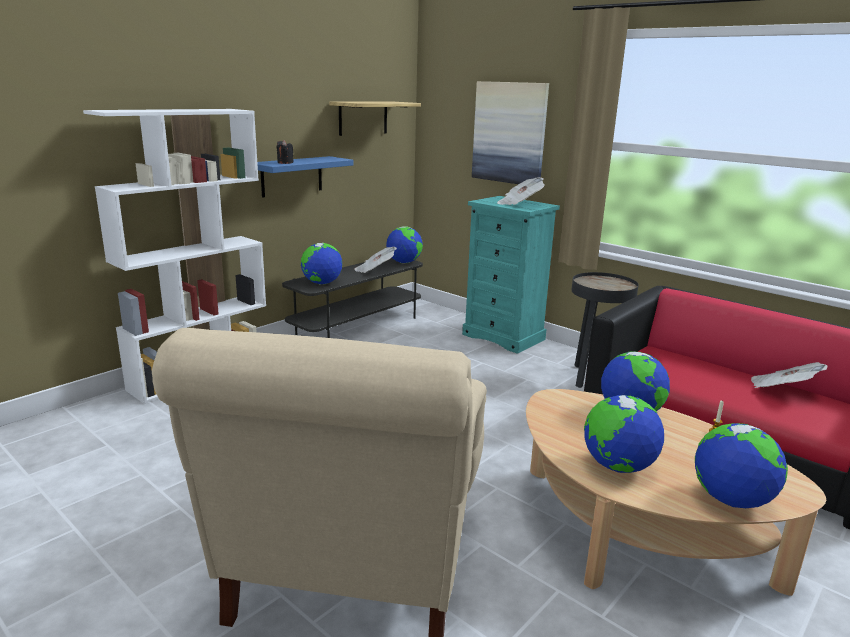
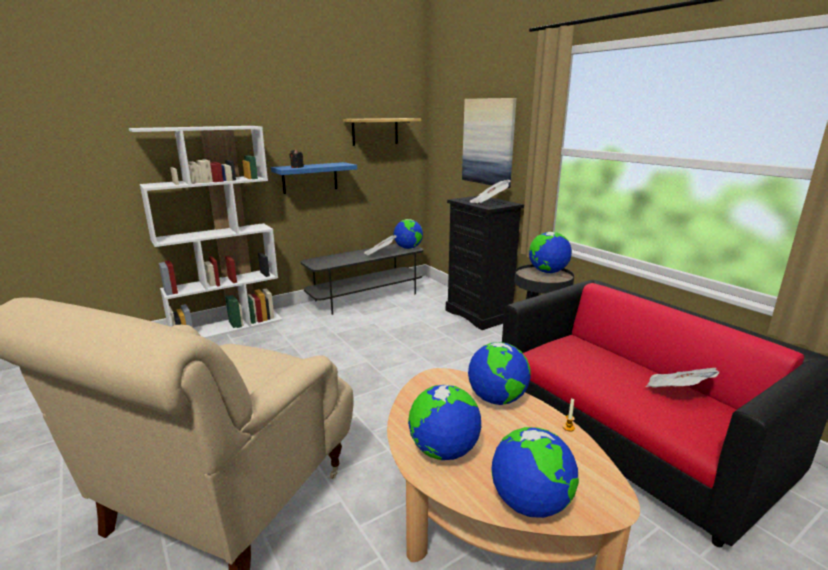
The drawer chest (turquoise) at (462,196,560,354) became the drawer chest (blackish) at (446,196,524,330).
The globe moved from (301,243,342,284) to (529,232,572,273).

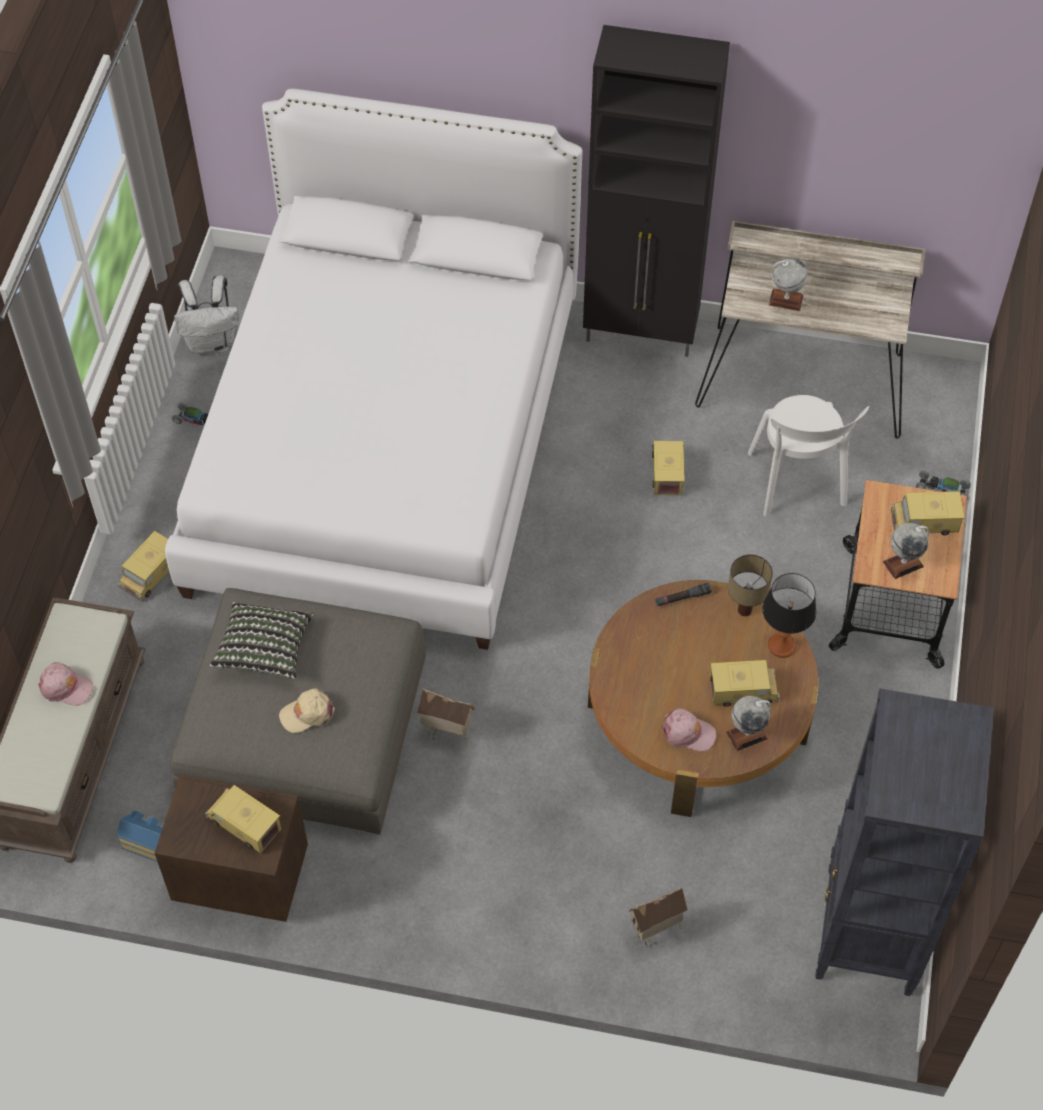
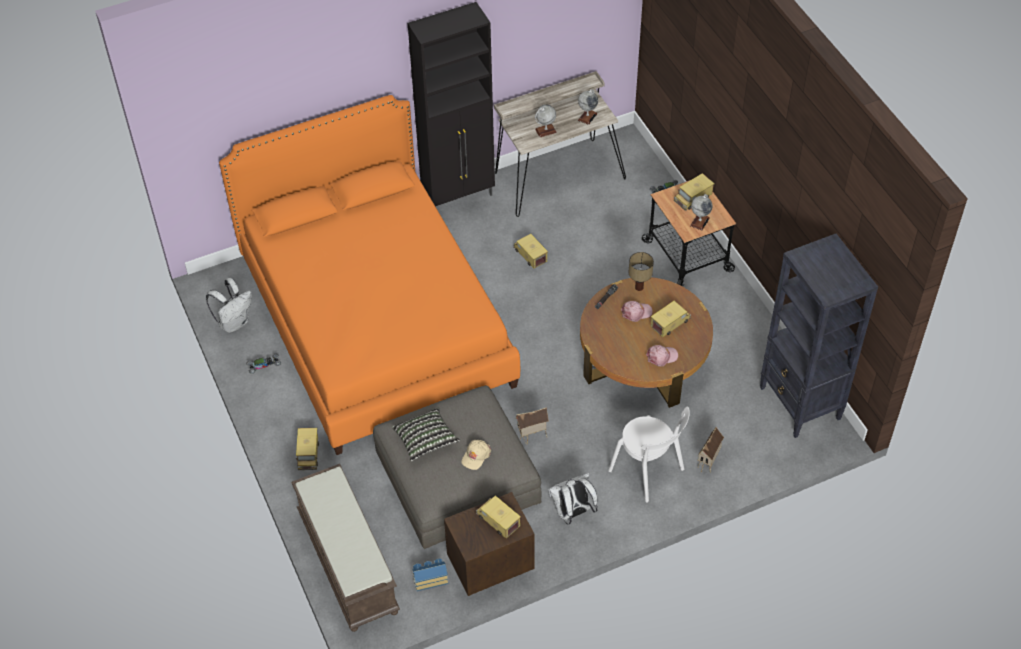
The sleeping bed (white) at (165,88,582,650) became the sleeping bed (orangey) at (219,95,520,455).
The chair (white) moved from (748,395,869,516) to (608,407,690,503).
The table lamp at (763,573,816,658) disappeared.
The cap (pinkish) moved from (38,662,94,706) to (621,301,653,322).
The globe moved from (726,696,772,751) to (578,89,598,125).
The toy truck at (205,785,281,853) turned 45 degrees clockwise.
The backpack (white) at (548,473,598,525) appeared.

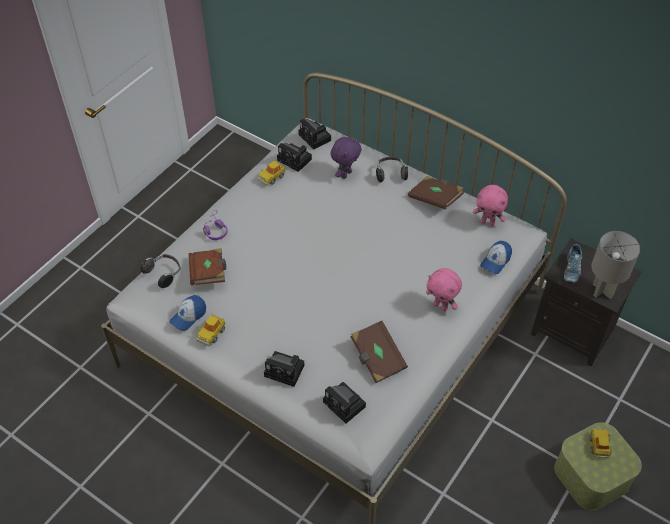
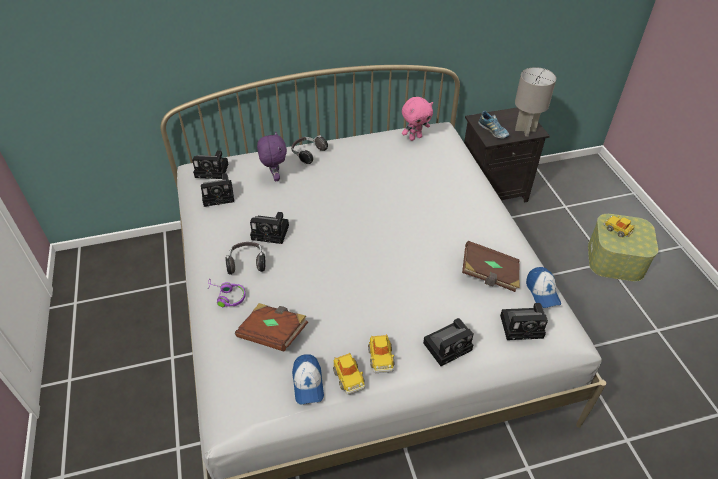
The toy car moved from (258,161,285,186) to (368,334,394,373).
The book (brownish) at (408,176,464,209) disappeared.
The cap moved from (480,241,512,274) to (526,267,561,308).
The headset moved from (140,254,180,288) to (225,242,265,275).
The soft toy (pinkish) at (426,268,462,311) disappeared.
The photo camera at (250,212,289,244) appeared.

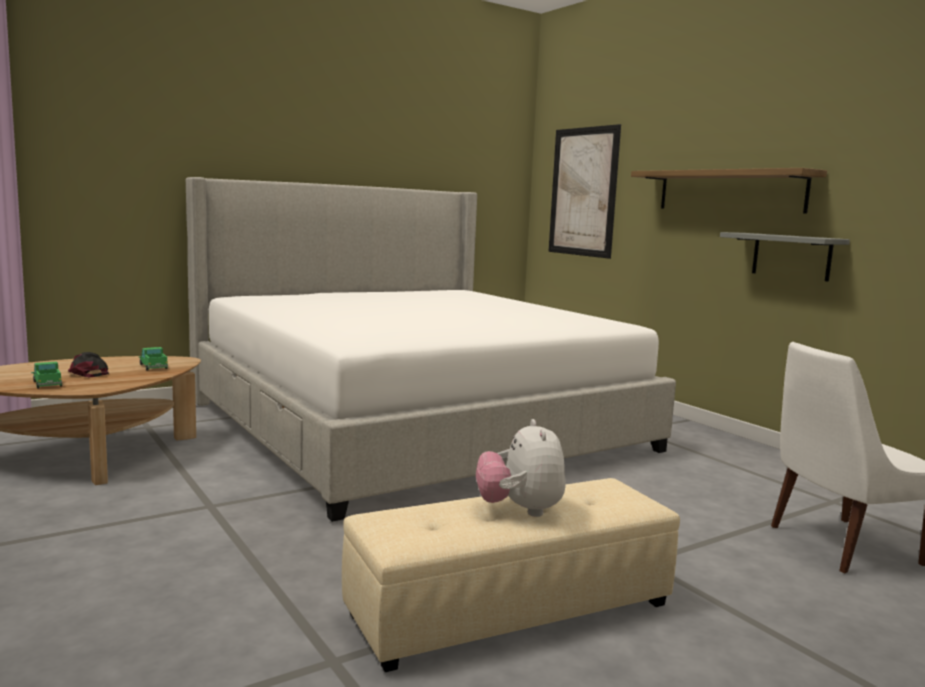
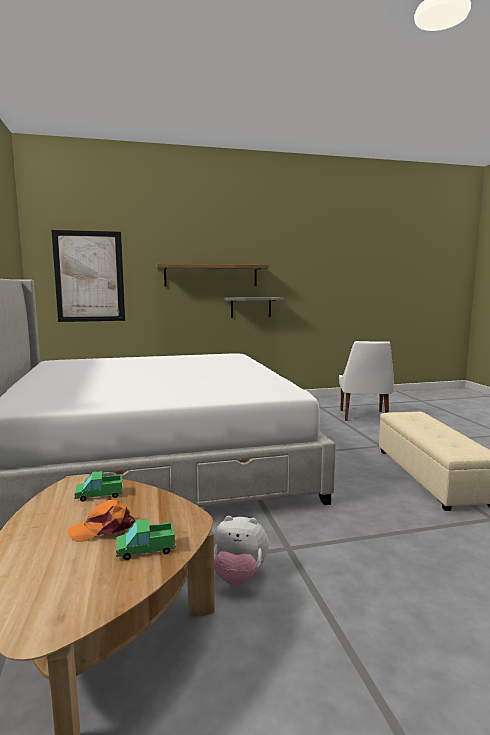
The cap (blackish) at (68,352,109,377) became the cap (orangey) at (67,499,135,542).
The soft toy moved from (476,419,566,517) to (214,516,269,585).

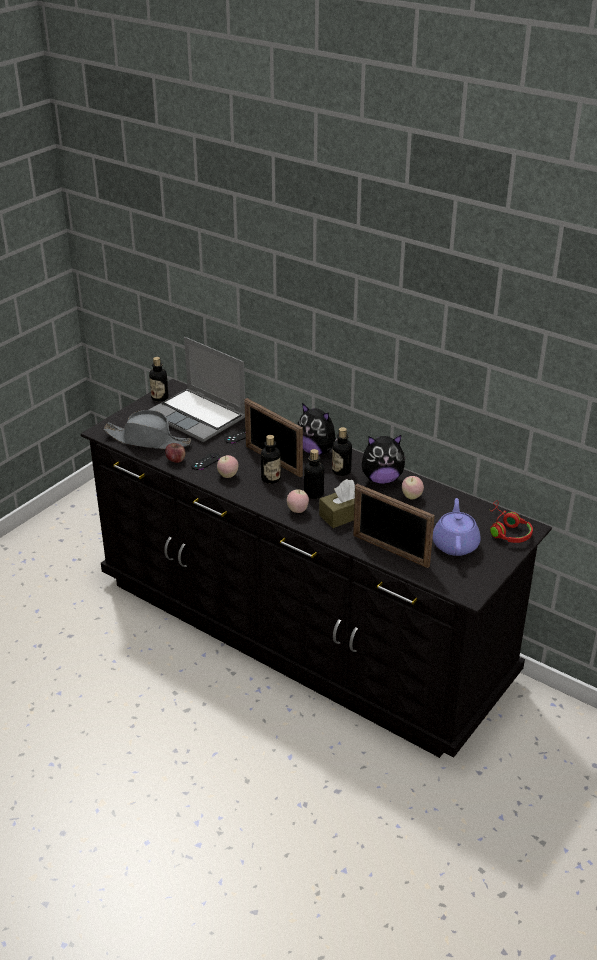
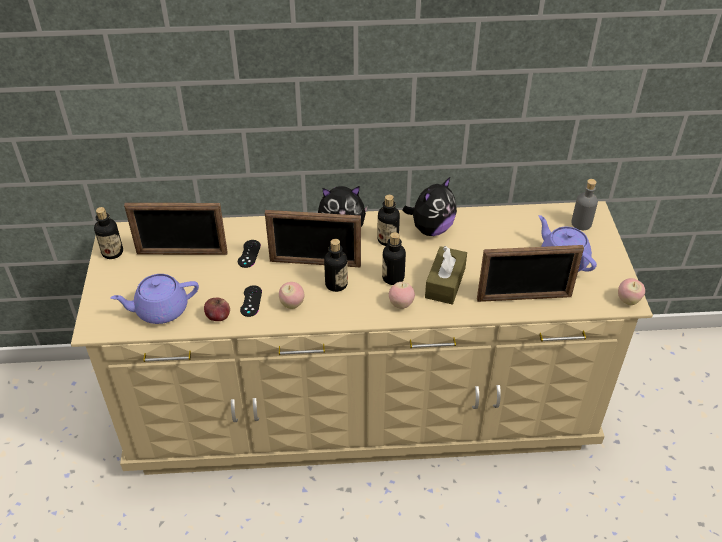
The notebook computer at (149,337,245,442) was replaced by the picture frame at (124,203,228,255).
The drawer chest (blackish) at (81,379,552,758) became the drawer chest (beige-coloured) at (71,201,653,475).
The wearable hat (grey) at (103,410,191,449) was replaced by the teapot (purple-coloured) at (110,274,199,324).
The apple moved from (402,476,424,499) to (618,278,645,305).
The headset (red-coloured) at (490,500,533,543) was replaced by the drink bottle (grey) at (571,179,598,230).

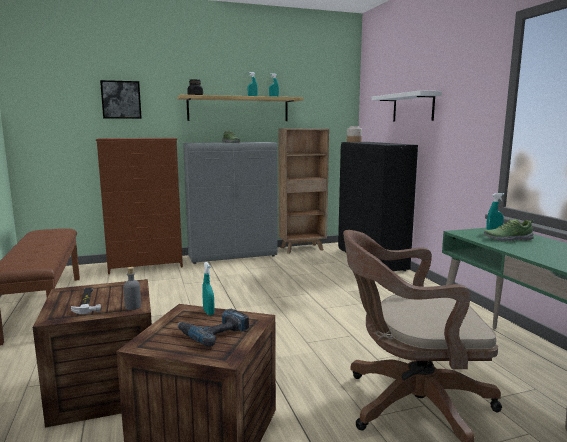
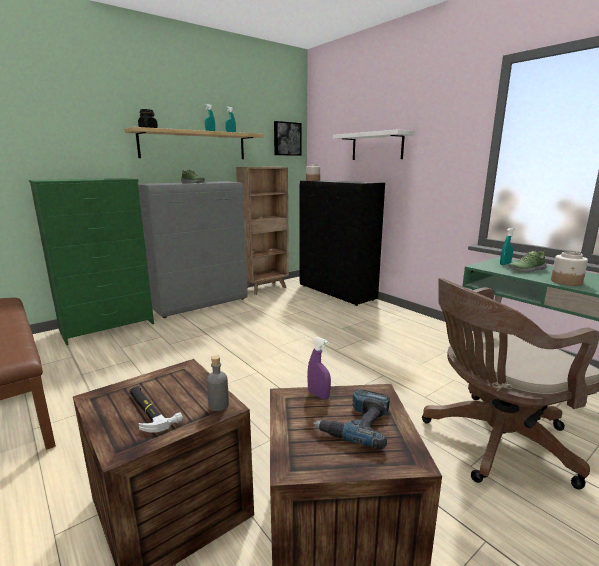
The wall art moved from (100,80,142,119) to (274,121,302,156).
The drawer chest (brownish) at (96,138,183,274) became the drawer chest (greenish) at (29,178,154,345).
The hand sprayer (turquoise) at (202,262,215,315) became the hand sprayer (purple-coloured) at (307,336,331,399).
The storage jar at (551,252,588,286) appeared.

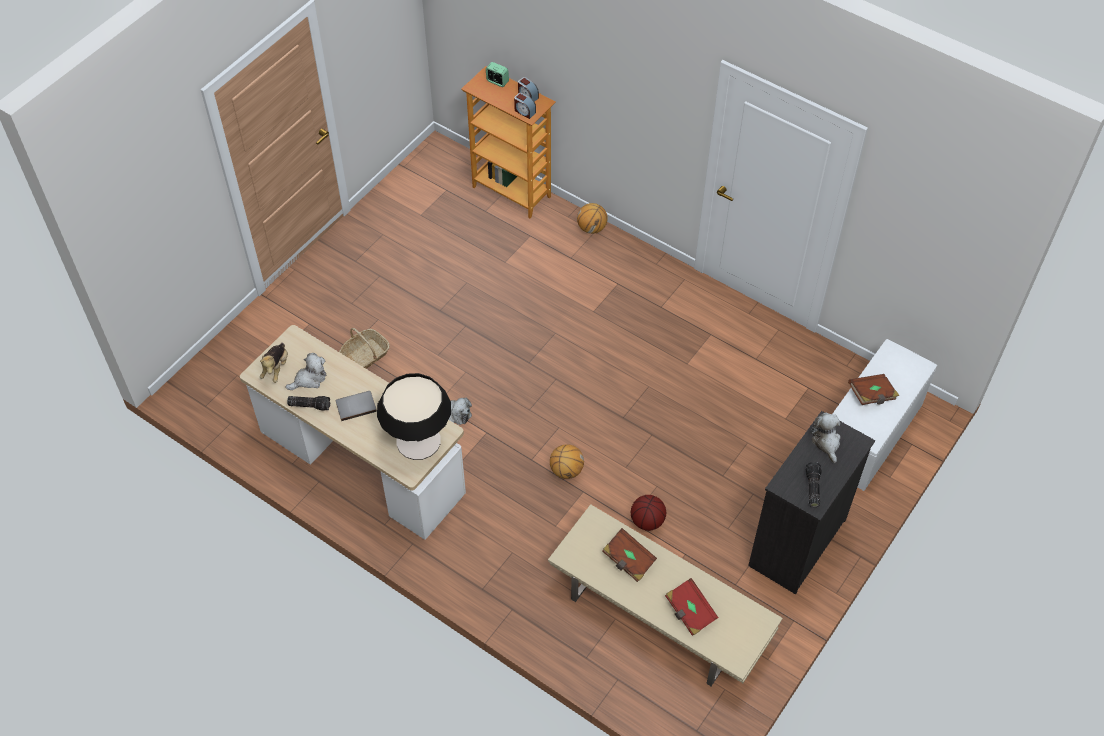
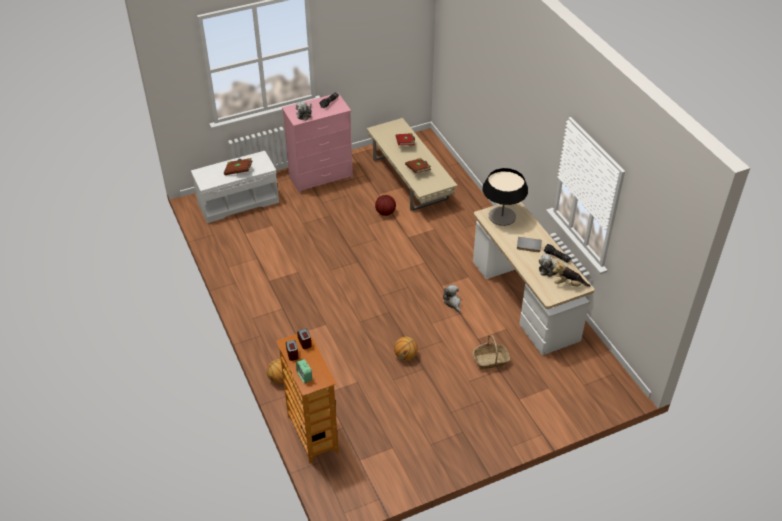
The soft toy at (260,343,288,383) turned 120 degrees counterclockwise.
The drawer chest (blackish) at (748,411,875,594) became the drawer chest (pinkish) at (282,93,353,194).
The basketball moved from (550,444,584,479) to (394,337,418,361).

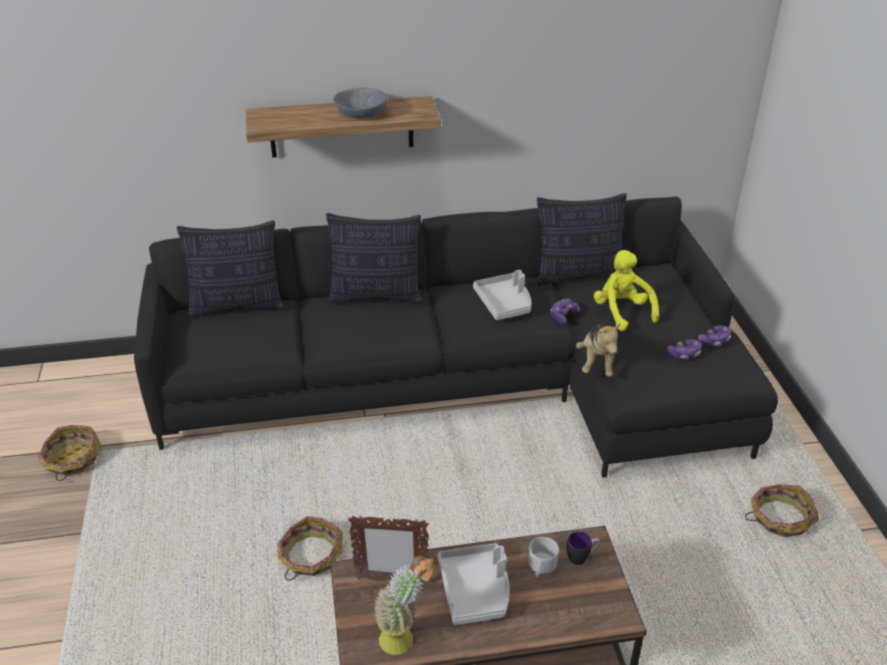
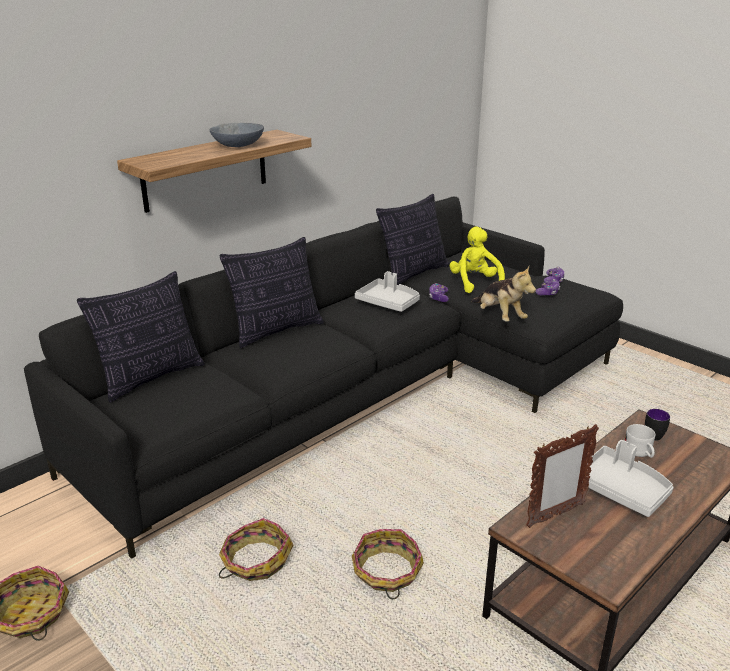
The soft toy (yellow) at (594,250,659,331) turned 45 degrees clockwise.
The household basket moved from (745,484,819,537) to (219,518,293,581).
The houseplant at (374,556,436,655) disappeared.

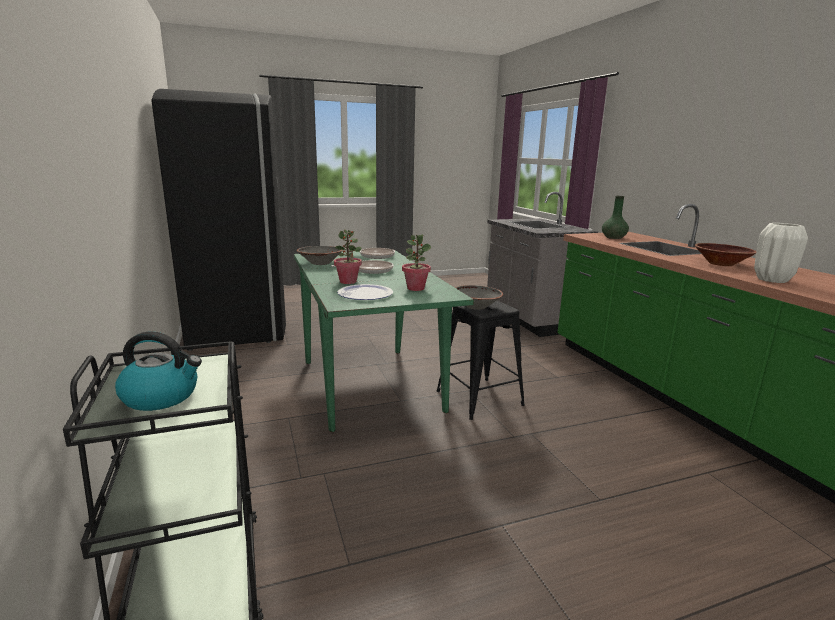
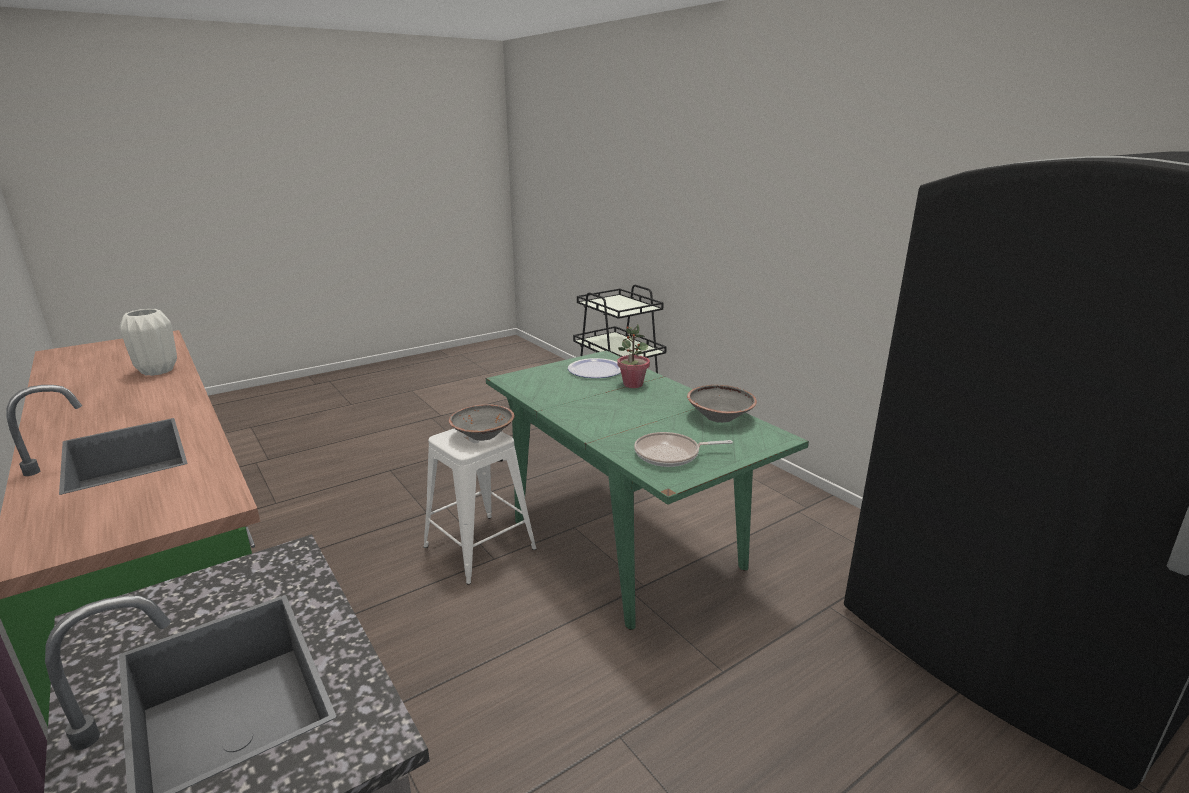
The flower vase (greenish) at (602,196,629,239) disappeared.
The houseplant at (402,235,431,291) disappeared.
The bowl (brownish) at (695,243,756,266) disappeared.
The frying pan at (331,260,394,274) disappeared.
The sitting stool (blackish) at (437,301,525,420) became the sitting stool (white) at (423,429,537,584).
The tea kettle at (115,331,202,411) disappeared.

